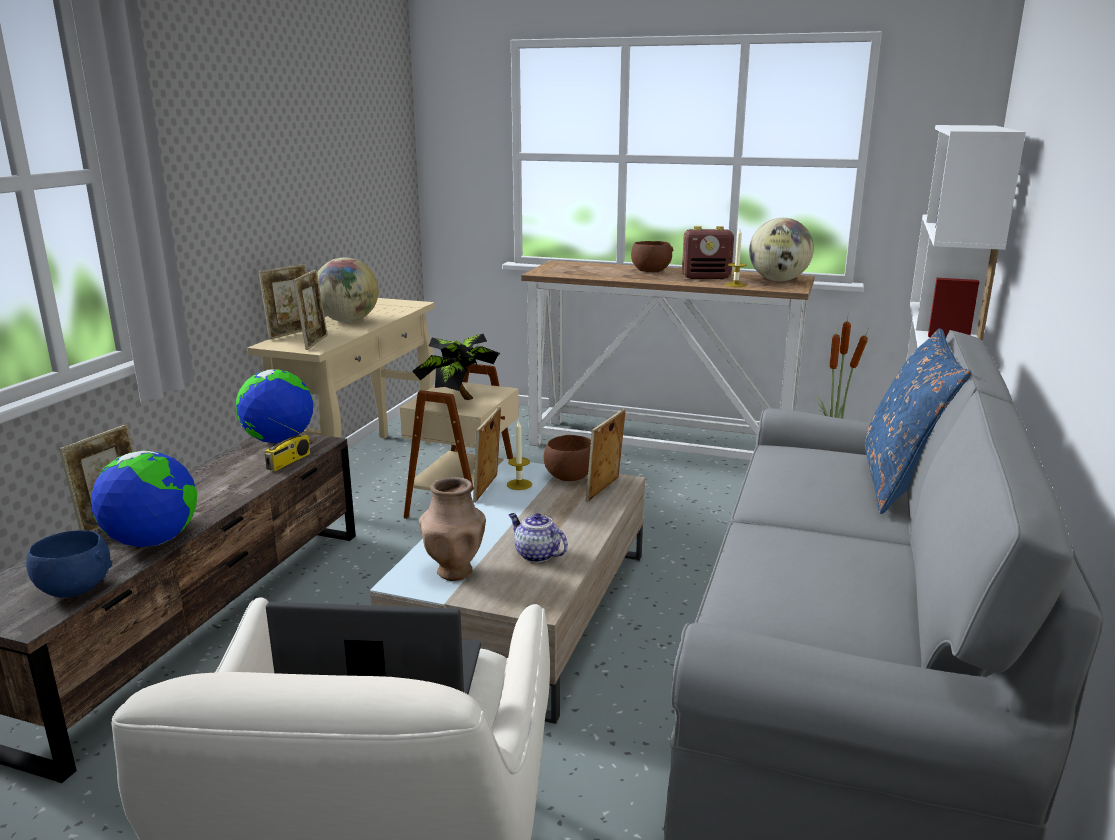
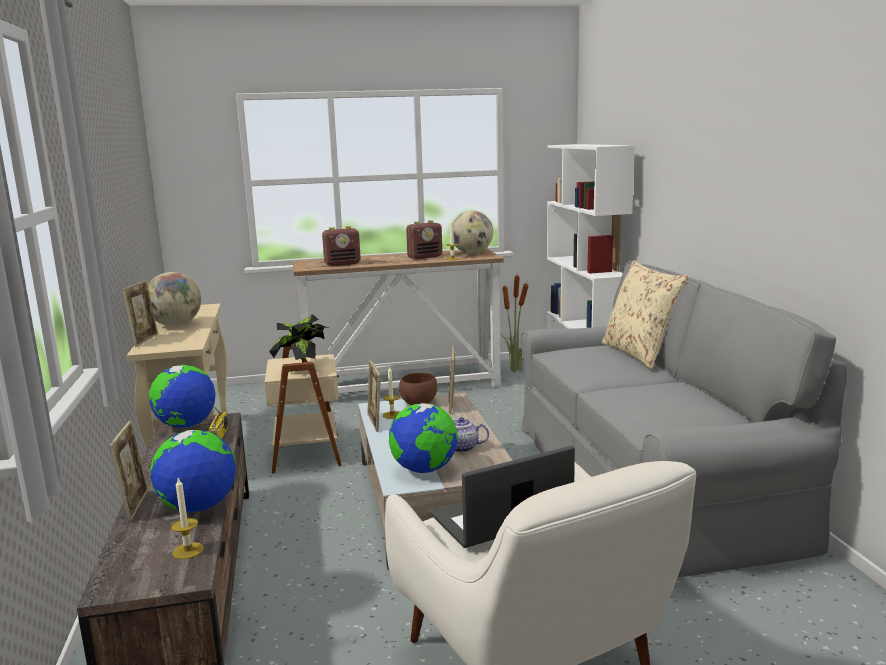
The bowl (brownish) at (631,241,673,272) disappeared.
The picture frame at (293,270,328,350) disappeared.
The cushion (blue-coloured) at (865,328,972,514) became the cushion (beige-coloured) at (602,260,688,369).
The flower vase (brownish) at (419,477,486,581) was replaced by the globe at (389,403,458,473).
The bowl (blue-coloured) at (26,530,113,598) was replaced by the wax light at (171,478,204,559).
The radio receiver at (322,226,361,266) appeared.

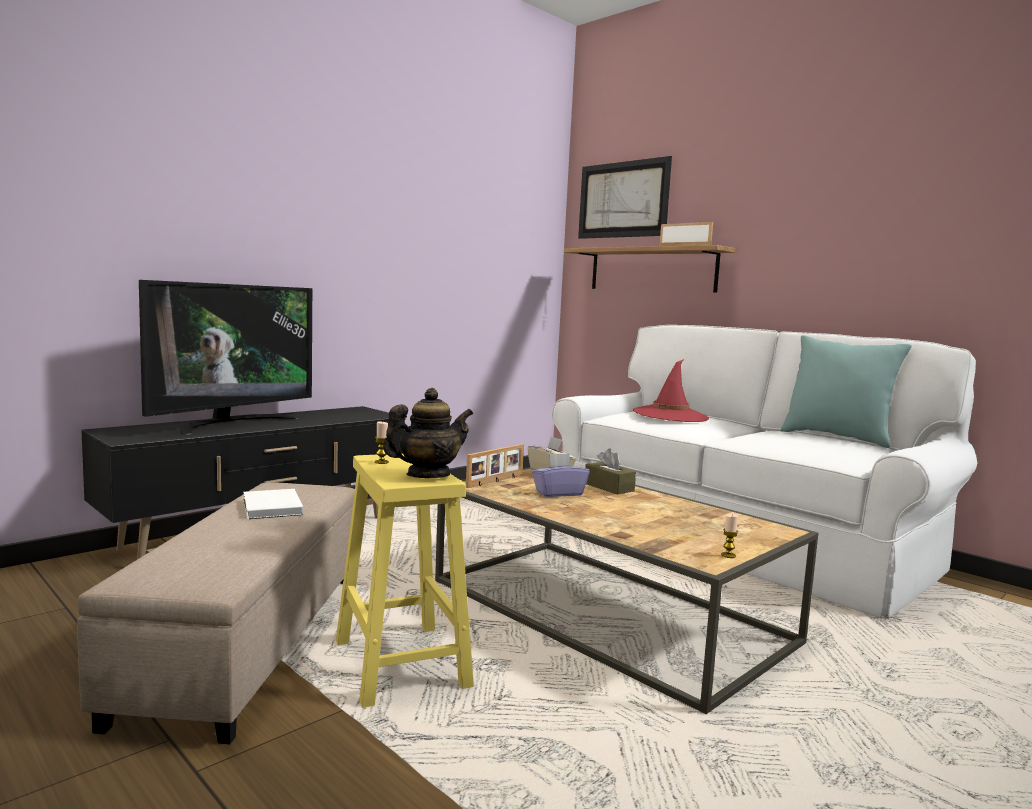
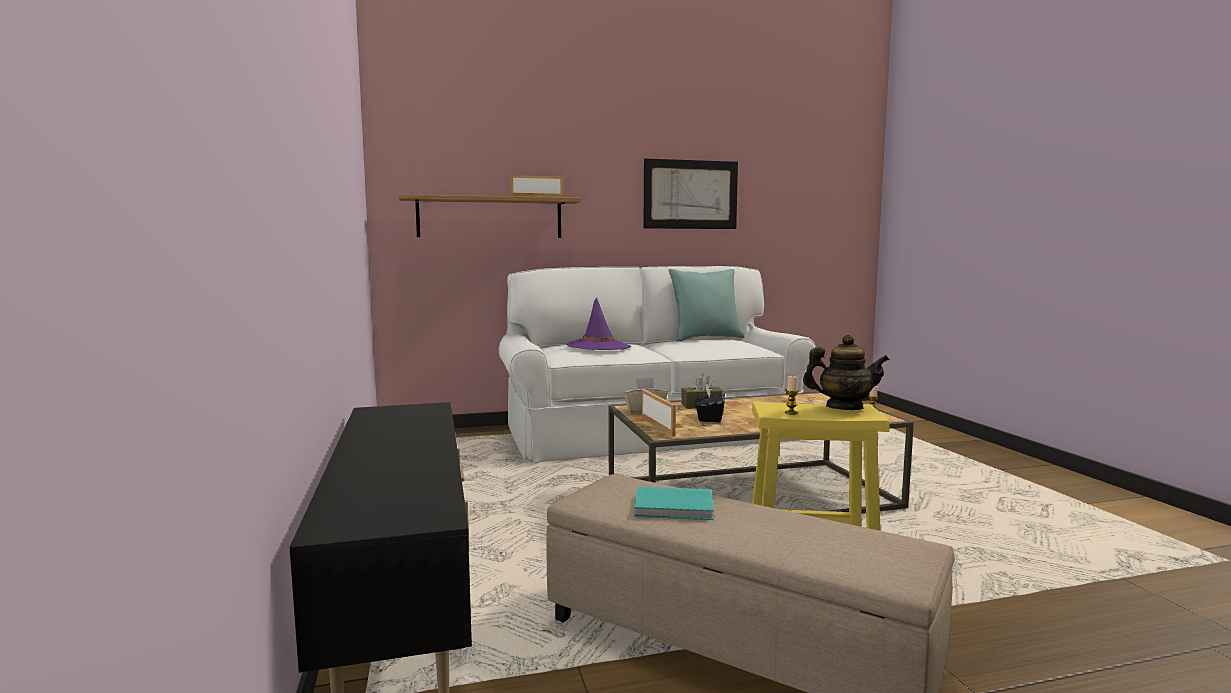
The wall art moved from (578,156,672,239) to (644,159,738,229).
The television at (139,280,312,435) disappeared.
The wearable hat (red-coloured) at (633,359,709,422) became the wearable hat (purple-coloured) at (566,298,631,350).
The teapot at (383,388,473,478) turned 105 degrees clockwise.
The box of tissues (purple-coloured) at (532,453,590,497) became the box of tissues (blackish) at (695,383,725,422).
The book (white) at (243,489,303,519) became the book (turquoise) at (634,487,714,520).

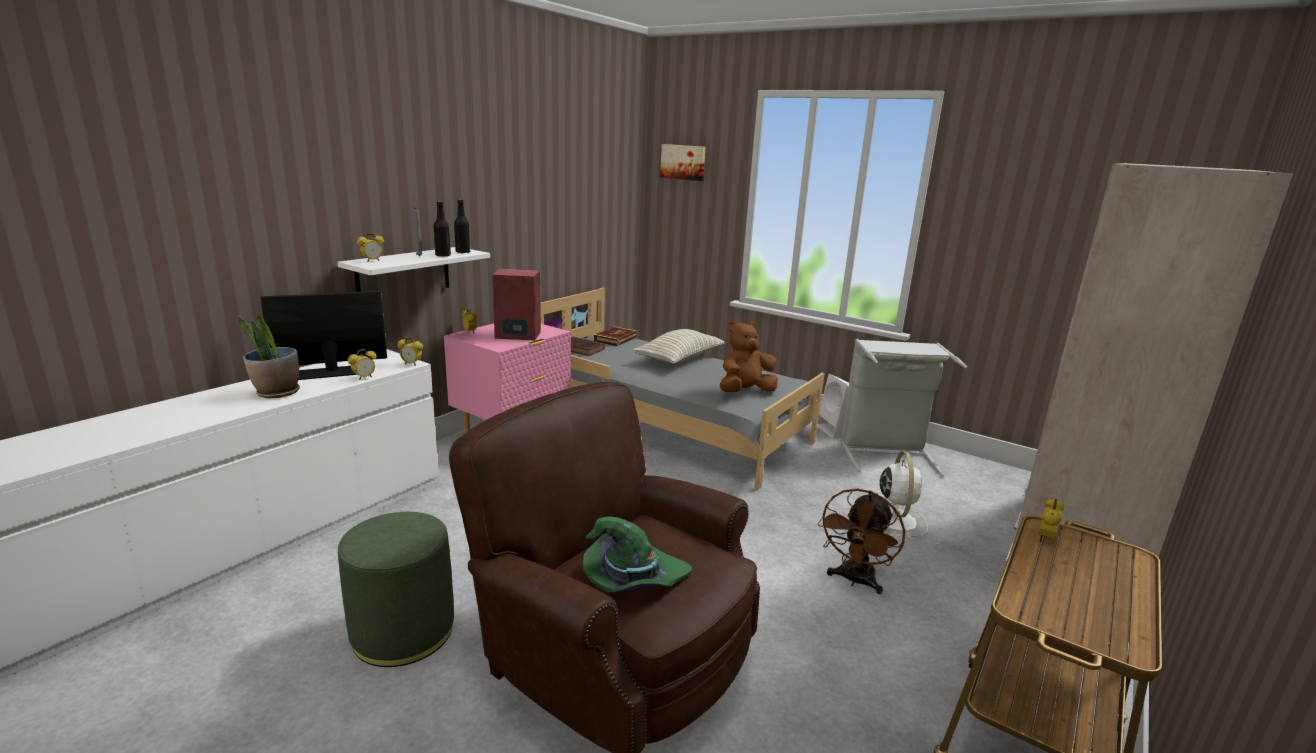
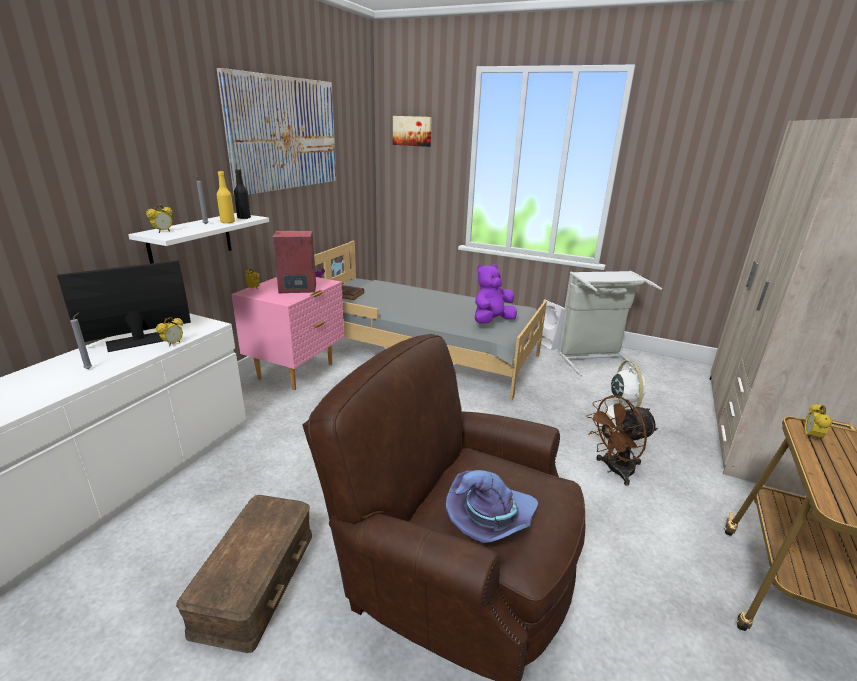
The drink bottle (blackish) at (433,201,451,257) became the drink bottle (yellow) at (217,171,235,224).
The houseplant at (237,315,300,398) was replaced by the wax light (grey) at (70,313,92,369).
The soft toy (brownish) at (720,322,778,392) became the soft toy (purple-coloured) at (474,264,517,324).
The book at (594,326,638,346) disappeared.
The cushion at (633,329,724,364) disappeared.
The bedside clock at (397,337,423,366) disappeared.
The cooling fan (brownish) at (818,489,905,594) turned 45 degrees clockwise.
The footrest (greenish) at (338,512,454,667) was replaced by the storage container (brownish) at (176,495,312,653).
The wearable hat (greenish) at (583,516,692,593) became the wearable hat (purple-coloured) at (446,470,538,543).
The wall art at (217,68,336,195) appeared.

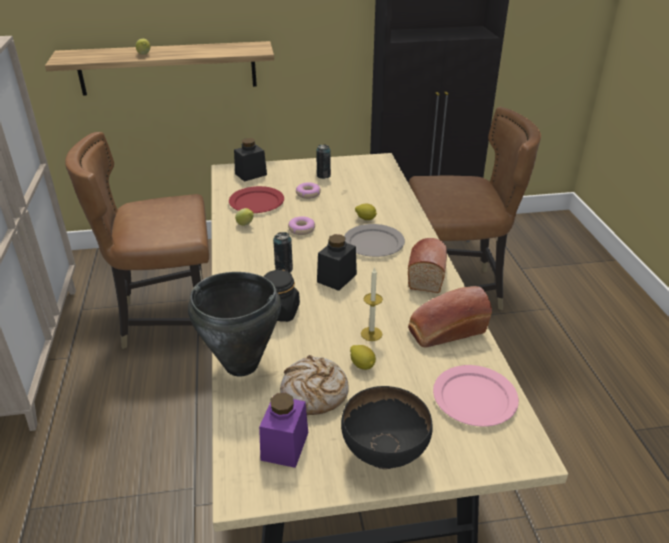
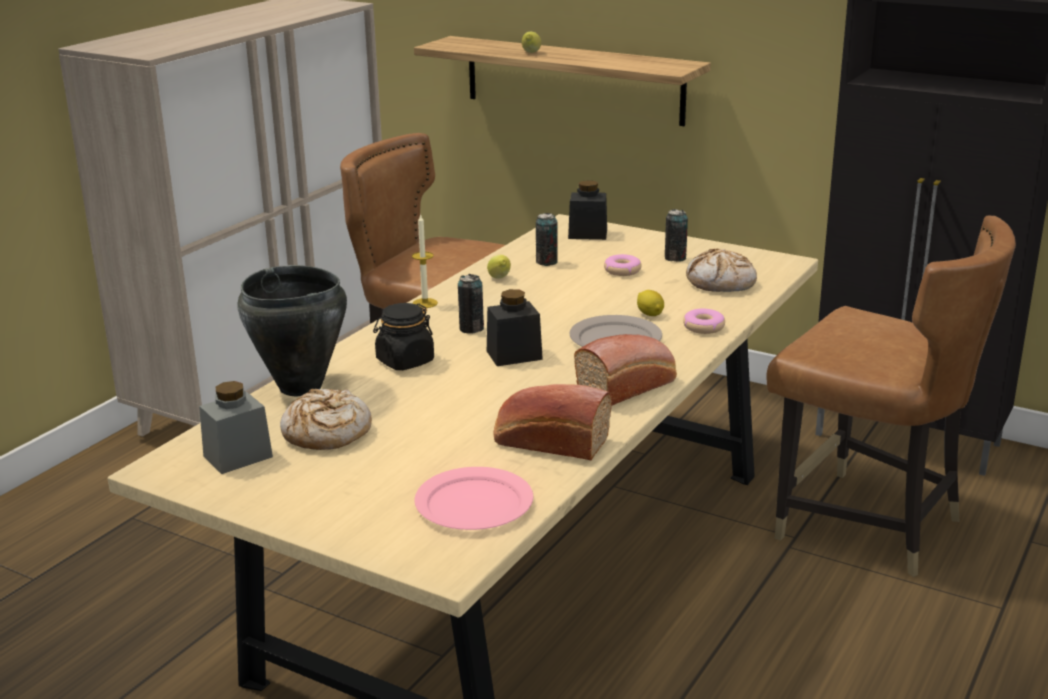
The plate (red-coloured) at (229,186,284,213) was replaced by the metal can at (536,213,558,266).
The doughnut moved from (288,216,315,235) to (683,309,725,334).
The wax light moved from (361,267,383,341) to (412,214,438,308).
The whole lemon at (350,345,376,370) disappeared.
The bowl (blackish) at (341,386,433,469) disappeared.
The storage jar (purple-coloured) at (259,393,308,468) became the storage jar (grey) at (199,381,273,474).
The bakery bread at (686,248,757,292) appeared.

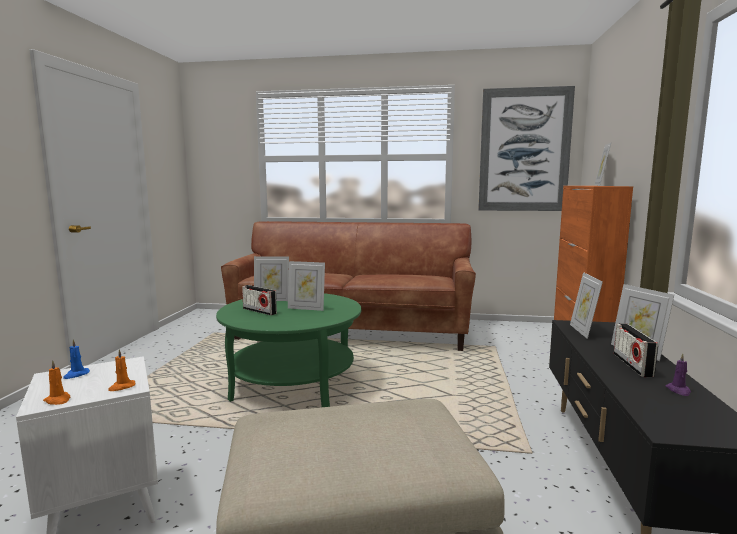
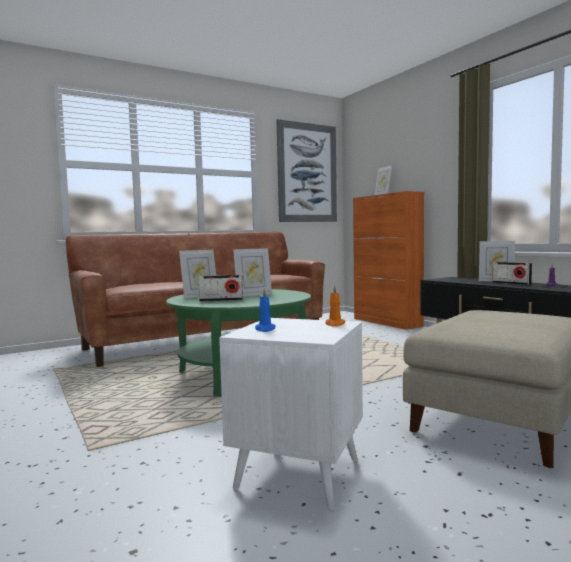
The picture frame at (570,272,603,339) disappeared.
The wax light (orangey) at (43,360,70,405) disappeared.

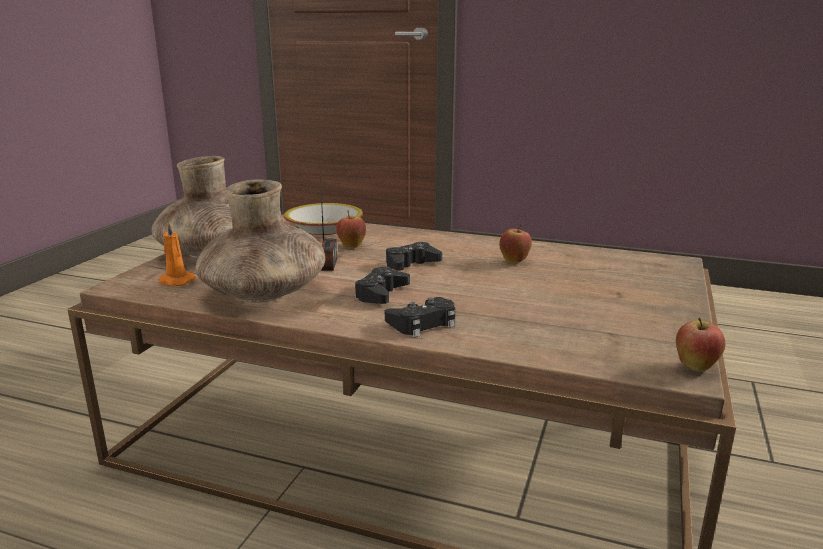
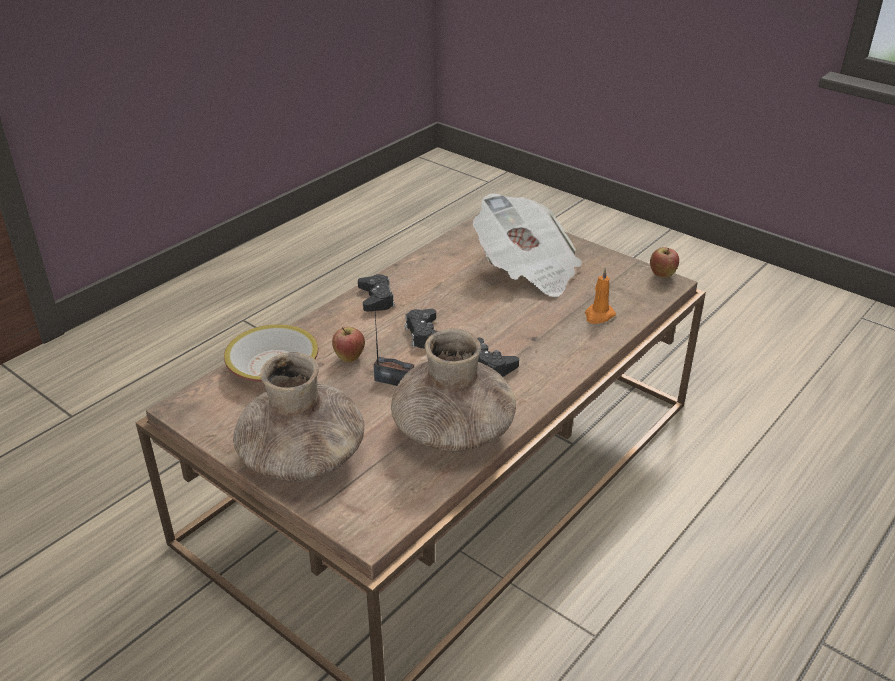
The wax light (orangey) moved from (159,221,196,286) to (585,268,616,324).
The apple at (499,224,532,263) disappeared.
The game controller (blackish) moved from (385,297,455,337) to (358,274,395,312).
The daily paper at (473,193,582,297) appeared.

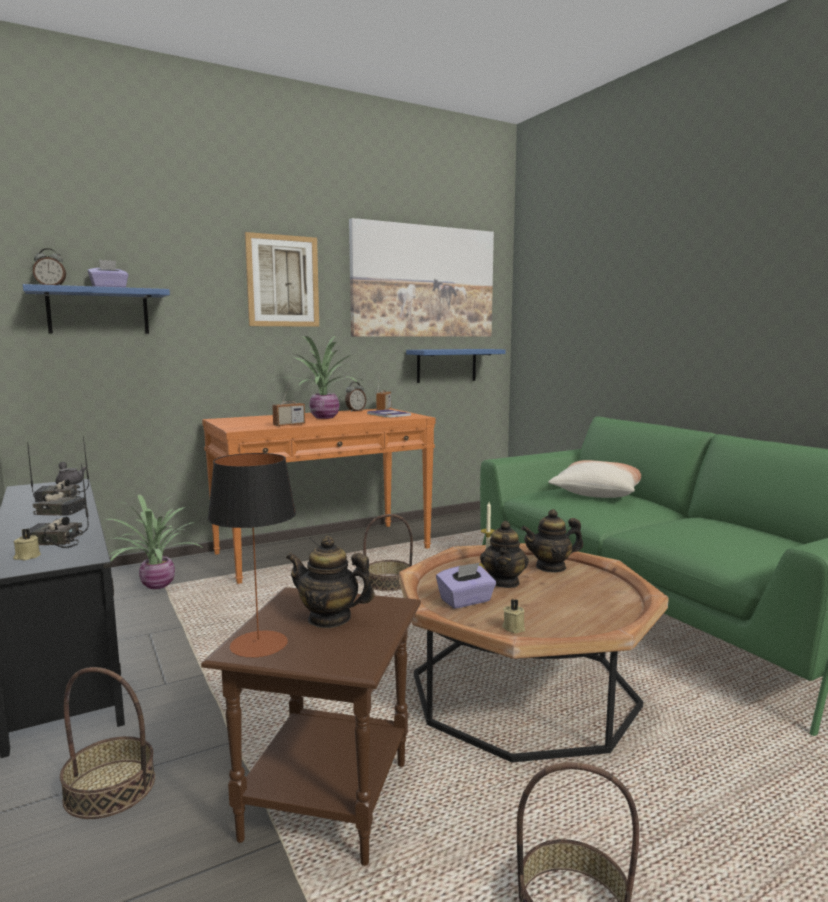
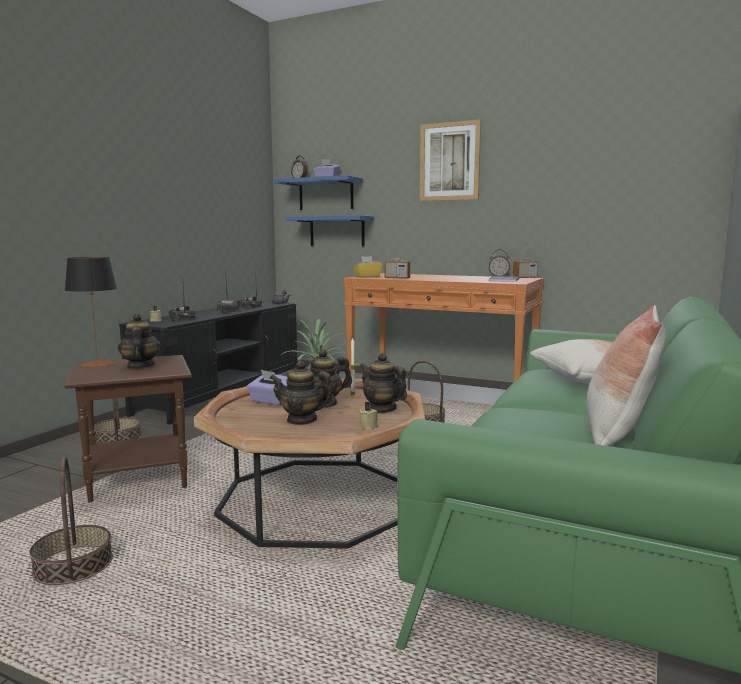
The wall art at (349,218,494,337) disappeared.
The houseplant at (273,336,359,419) disappeared.
The wall shelf (blue-coloured) moved from (406,349,505,383) to (285,215,374,246).
The wax light (beige-coloured) moved from (502,599,525,633) to (359,402,379,430).
The box of tissues (yellow) at (353,256,383,278) appeared.
The cushion at (587,305,666,446) appeared.
The teapot at (270,361,335,425) appeared.

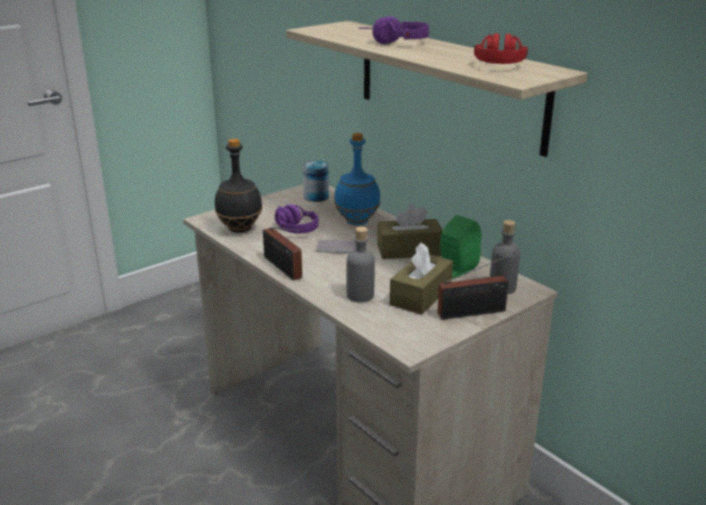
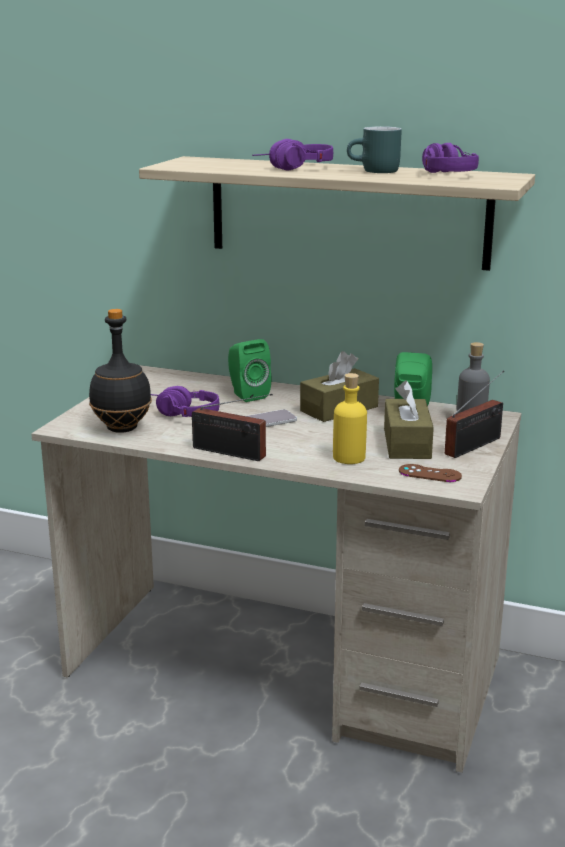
The headset (red-coloured) at (474,33,528,64) became the headset (purple-coloured) at (422,143,479,173).
The drink bottle (blue-coloured) at (334,133,381,225) was replaced by the speaker (greenish) at (228,339,271,402).
The metal can at (303,161,329,202) disappeared.
The drink bottle (grey) at (347,227,375,303) became the drink bottle (yellow) at (333,373,367,464).
The mug (turquoise) at (347,126,402,173) appeared.
The game controller (brownish) at (399,464,462,482) appeared.

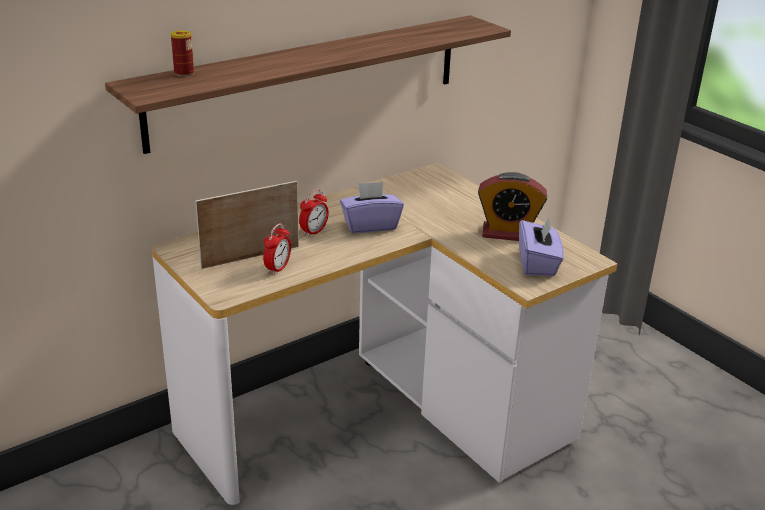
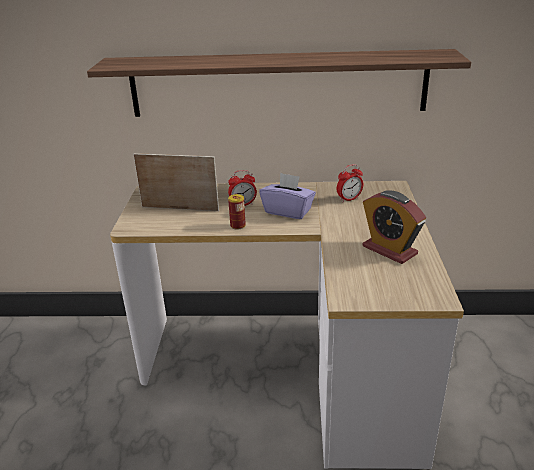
The metal can moved from (171,30,194,76) to (228,194,246,230).
The box of tissues (purple-coloured) at (519,216,564,276) disappeared.
The bedside clock moved from (263,223,291,276) to (337,164,363,202).

